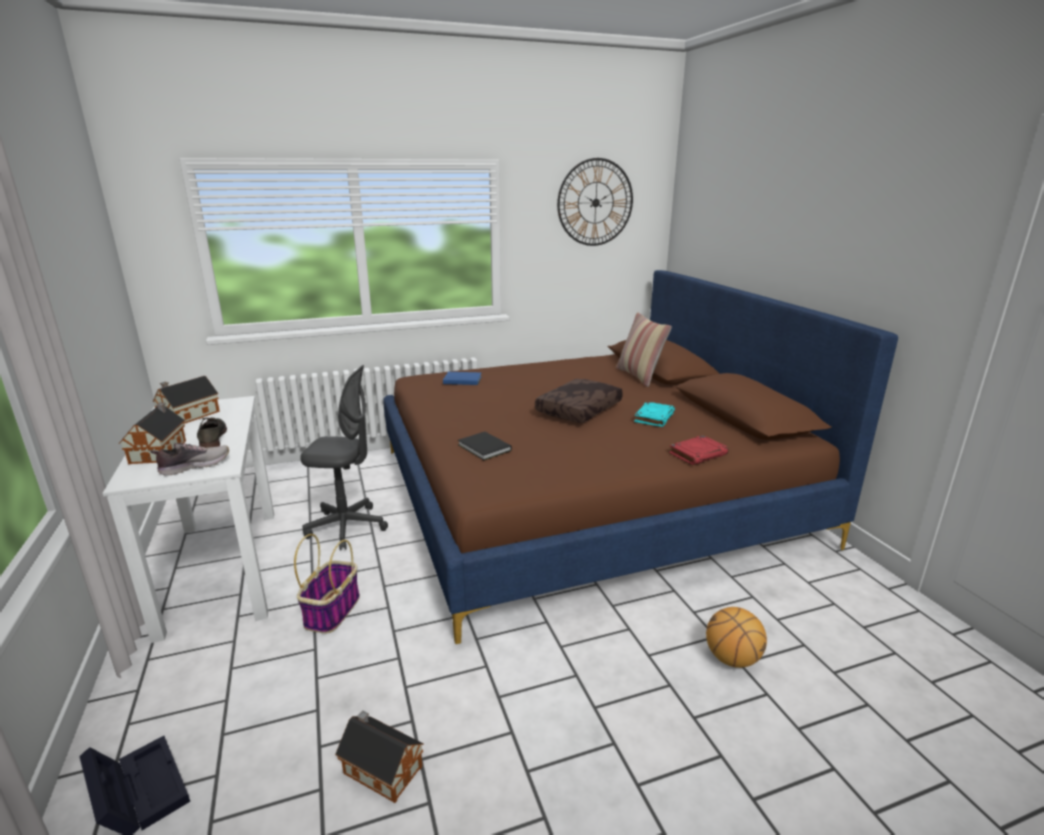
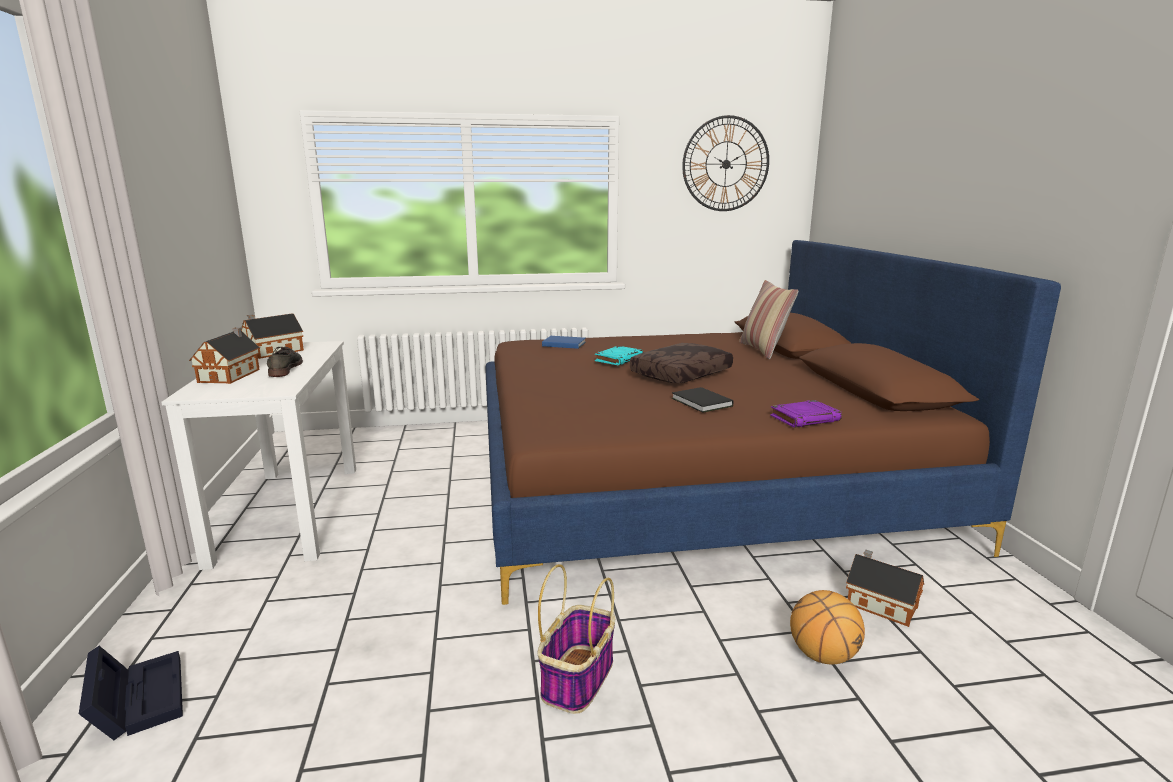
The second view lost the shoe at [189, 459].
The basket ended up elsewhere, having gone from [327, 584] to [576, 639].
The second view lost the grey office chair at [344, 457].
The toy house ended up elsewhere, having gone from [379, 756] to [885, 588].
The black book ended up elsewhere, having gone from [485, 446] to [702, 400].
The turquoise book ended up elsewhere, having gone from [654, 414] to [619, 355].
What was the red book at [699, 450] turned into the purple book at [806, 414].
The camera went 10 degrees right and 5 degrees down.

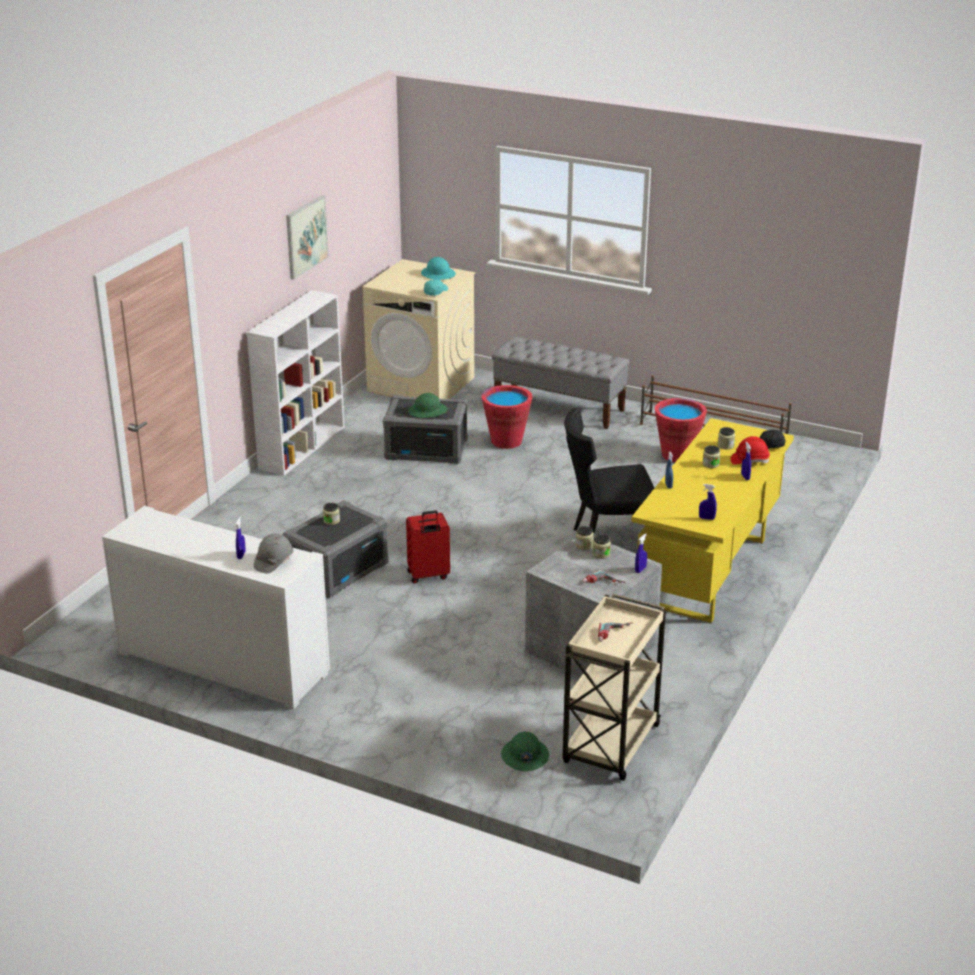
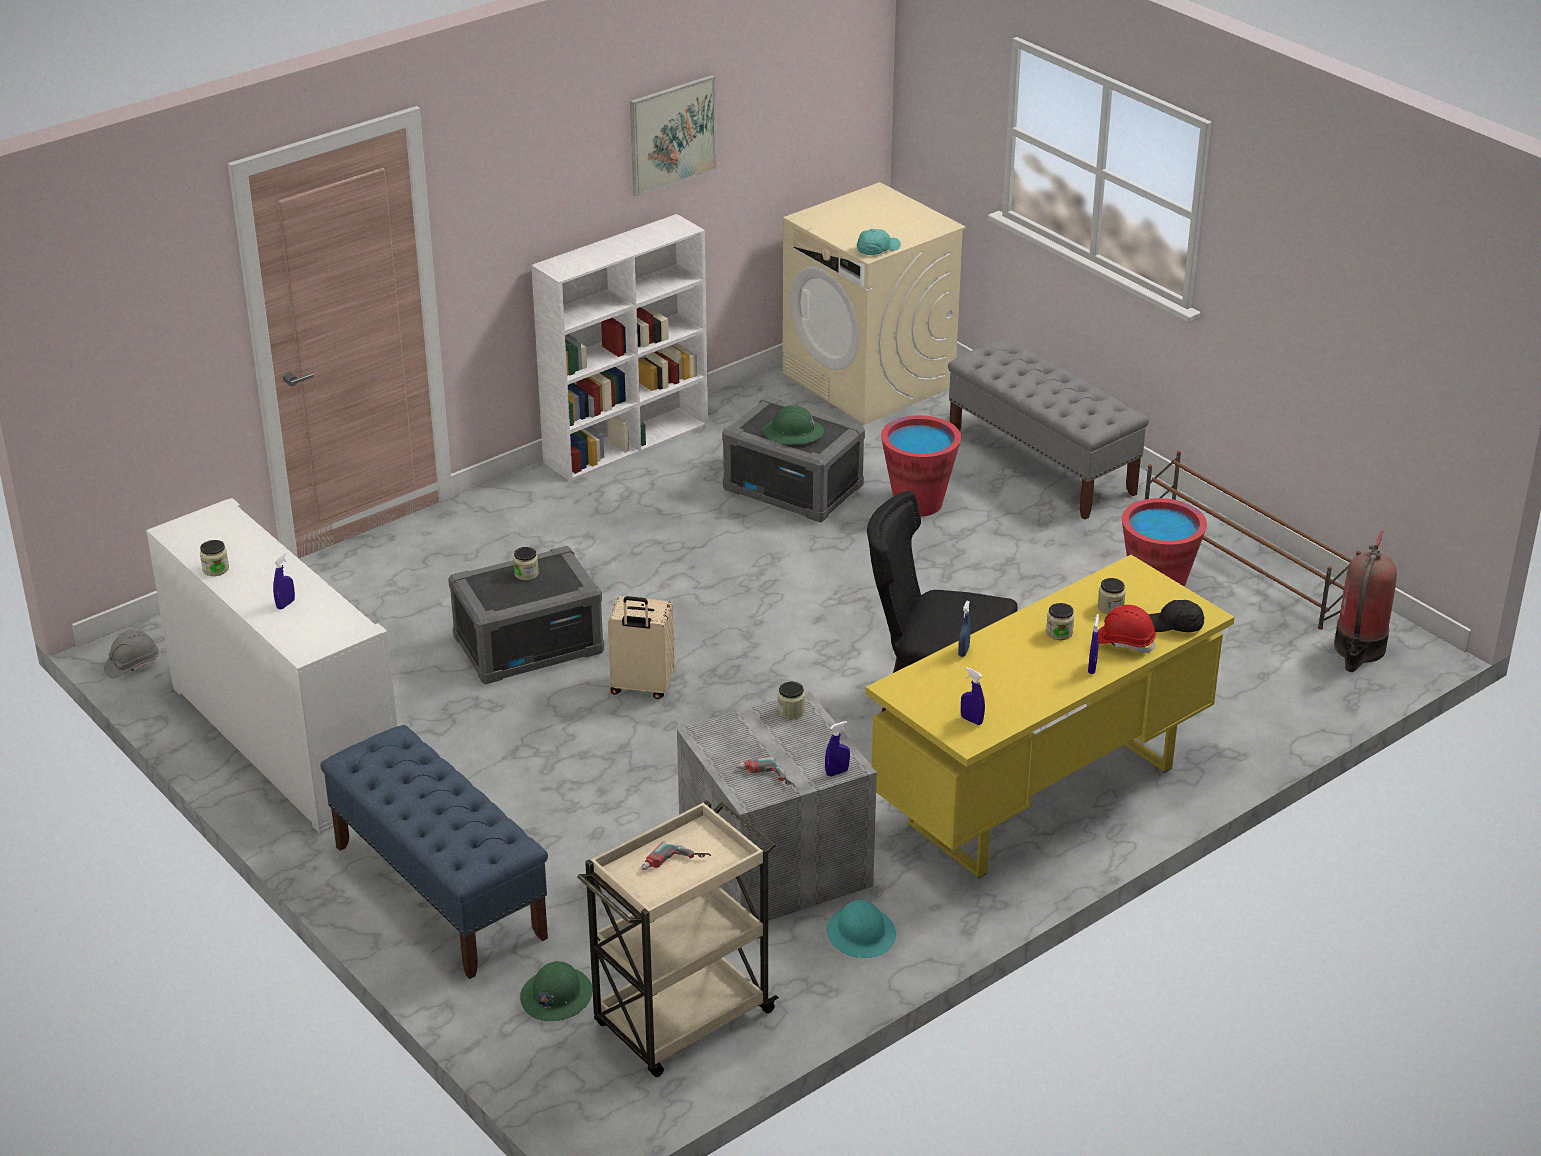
The grey hard hat ended up elsewhere, having gone from [273, 553] to [132, 654].
What was the red suitcase at [428, 547] turned into the beige suitcase at [641, 647].
The turquoise hard hat ended up elsewhere, having gone from [438, 268] to [861, 929].
The jar ended up elsewhere, having gone from [601, 546] to [214, 558].
The second view gained the blue bench at [434, 852].
The second view gained the fire extinguisher at [1365, 601].
The camera went 25 degrees right and 5 degrees up.

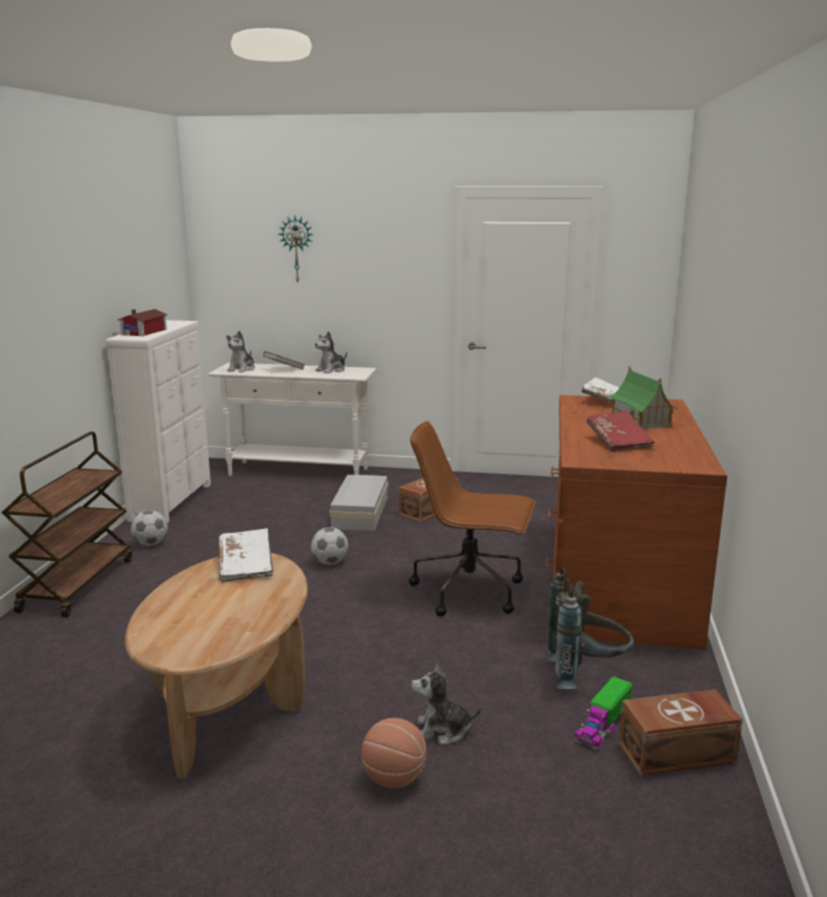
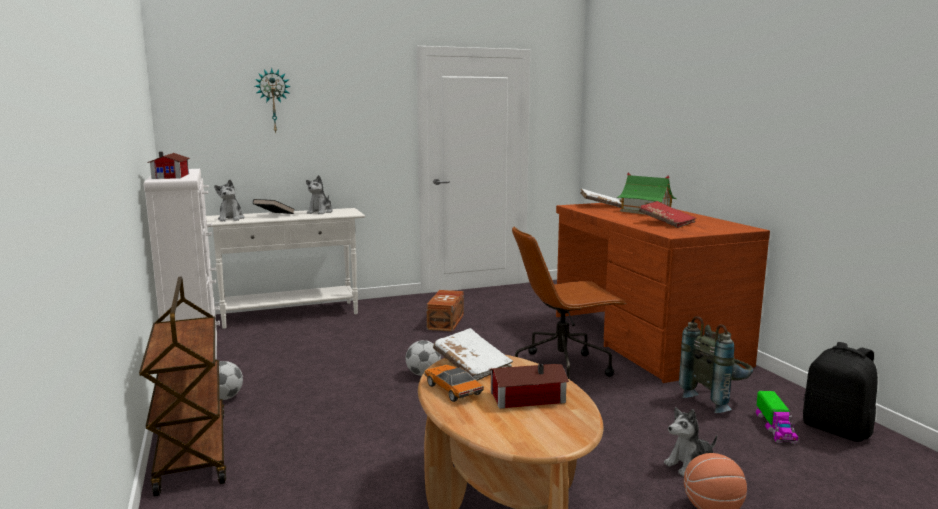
The second view lost the white storage box at [358, 503].
Where the brown storage box stood at [681, 732], the black backpack came to stand at [840, 392].
The second view gained the toy car at [454, 383].
The second view gained the toy house at [529, 386].
The camera went 30 degrees left and 5 degrees down.

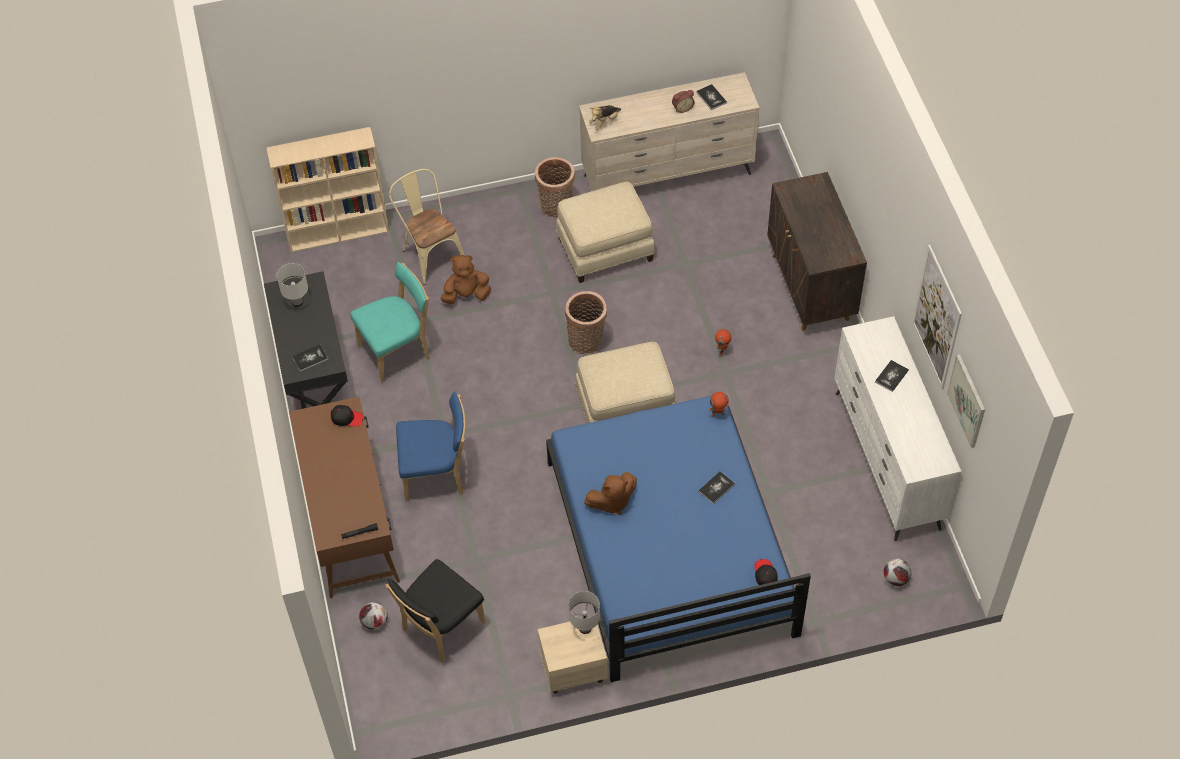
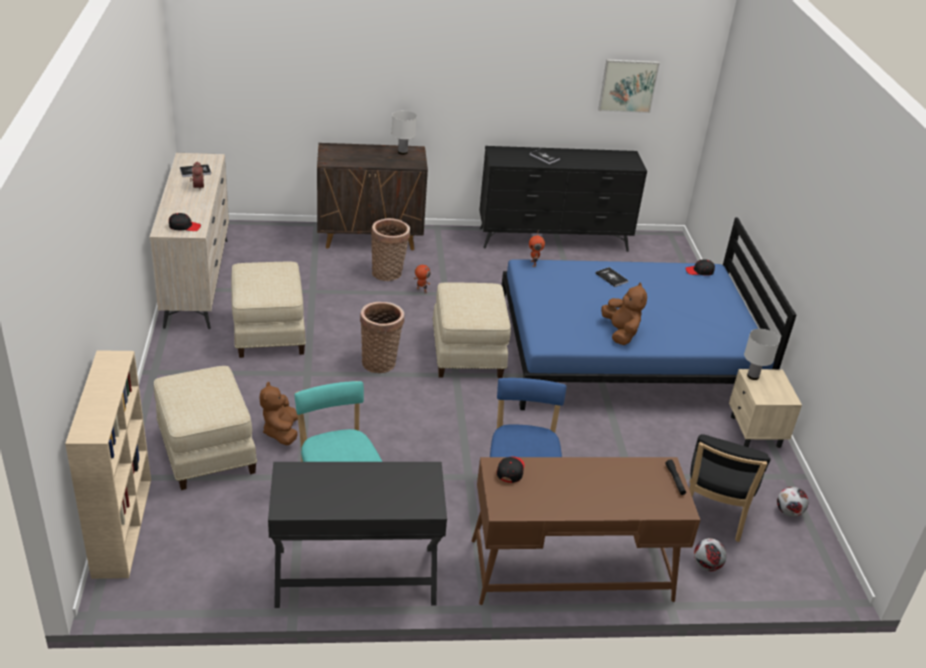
The white table lamp ended up elsewhere, having gone from [292, 285] to [404, 132].
The second view lost the book at [310, 358].
The black chair at [435, 610] ended up facing another way, 60 degrees clockwise from before.
Where the beige chair stood at [427, 227], the beige ottoman came to stand at [205, 428].
The basket ended up elsewhere, having gone from [555, 187] to [390, 249].
Where the plush toy stood at [605, 117], the black cap came to stand at [185, 222].
What was the white dresser at [897, 428] turned into the black dresser at [563, 199].
The football ended up elsewhere, having gone from [897, 572] to [792, 502].
The second view lost the picture at [937, 317].
The camera went 85 degrees left and 20 degrees down.

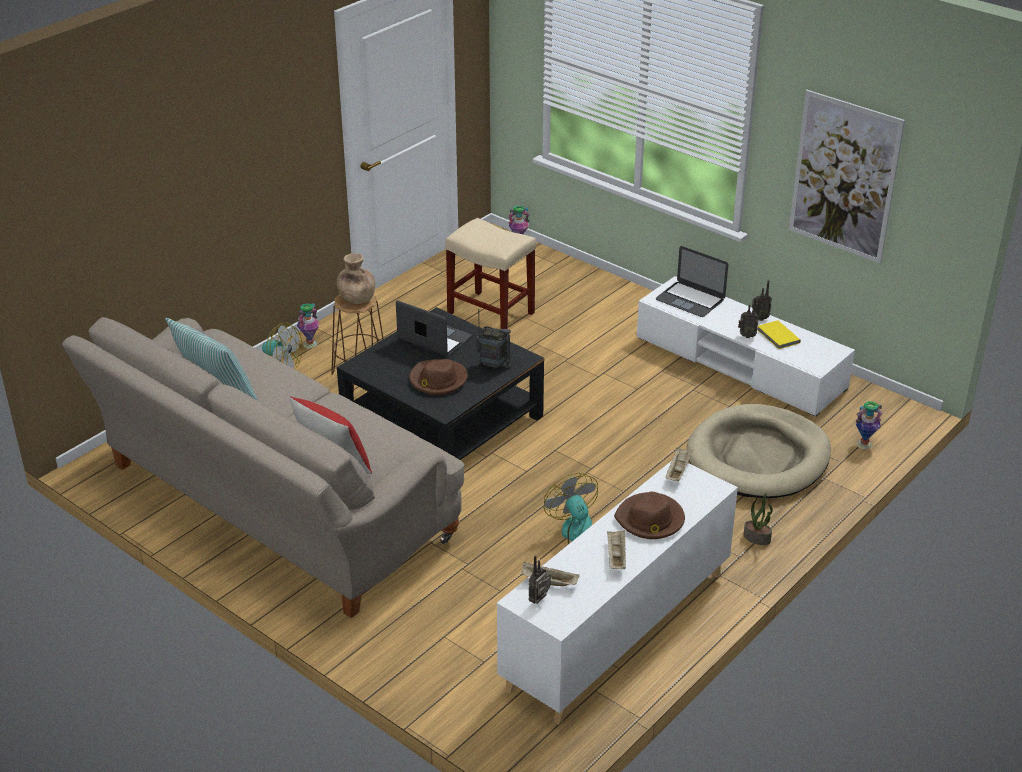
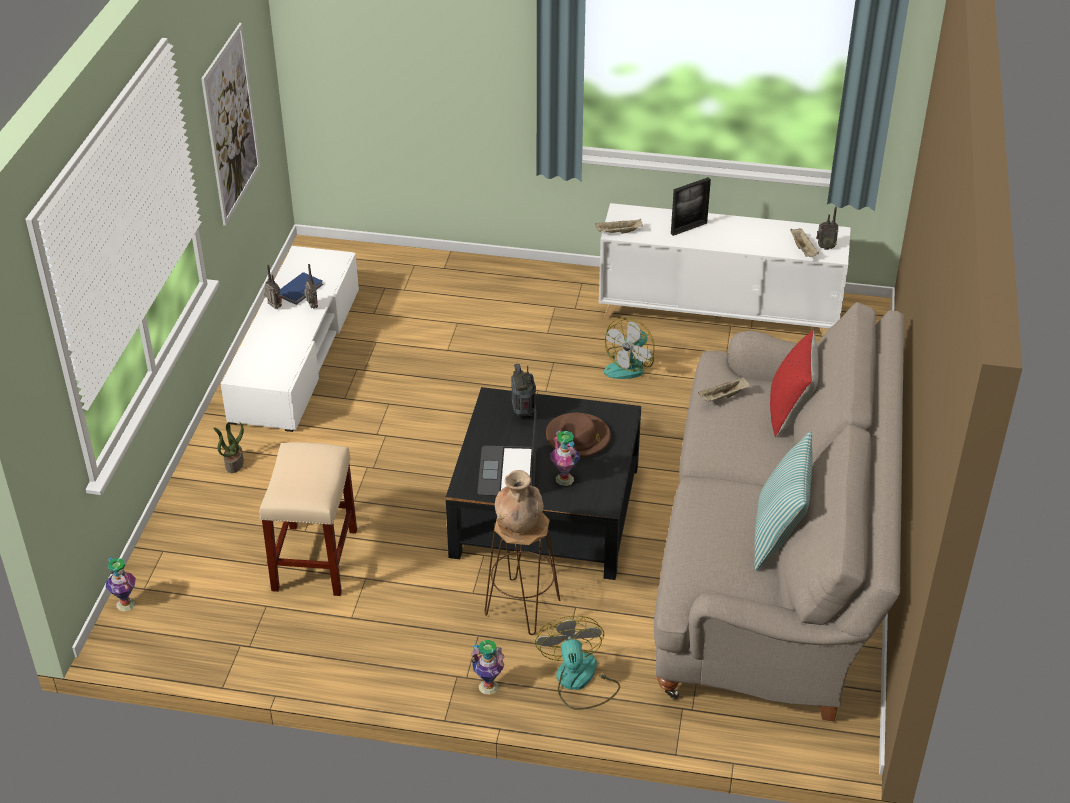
The beige tray ended up elsewhere, having gone from [616, 549] to [724, 389].
Where the brown hat stood at [649, 515], the picture frame came to stand at [691, 206].
The second view lost the laptop at [692, 281].
The second view lost the beige dog bed at [759, 451].
The potted plant ended up elsewhere, having gone from [758, 519] to [229, 447].
What was the yellow book at [779, 334] turned into the blue book at [301, 288].
The vase ended up elsewhere, having gone from [869, 425] to [565, 458].
The camera went 120 degrees left and 5 degrees up.

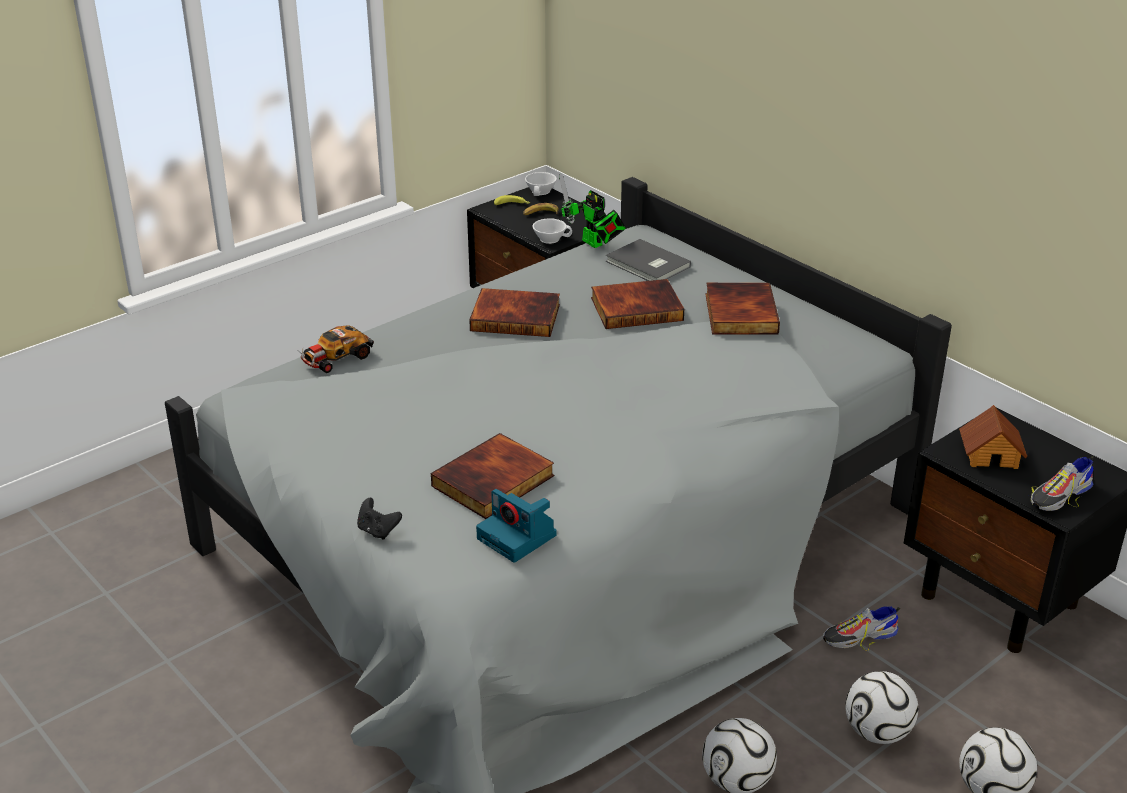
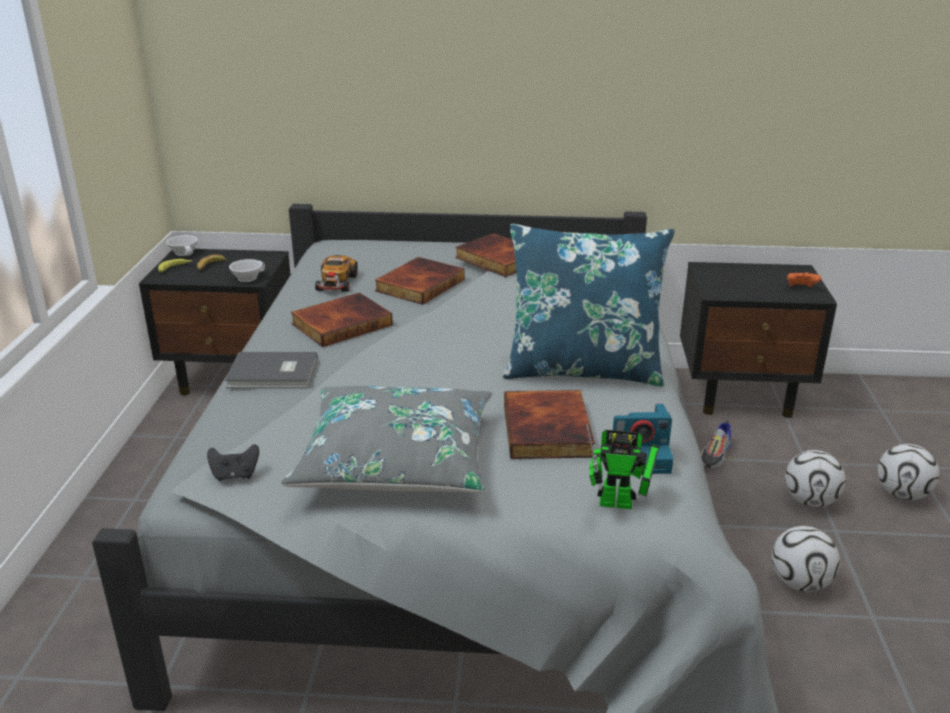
The toy car ended up elsewhere, having gone from [336, 349] to [336, 273].
The black game controller ended up elsewhere, having gone from [379, 519] to [233, 462].
The toy robot ended up elsewhere, having gone from [592, 210] to [623, 466].
The grey book ended up elsewhere, having gone from [648, 260] to [271, 370].
The second view lost the toy house at [993, 437].
Where the shoe stood at [1061, 483], the orange game controller came to stand at [804, 279].
The second view gained the grey pillow at [386, 439].
The second view gained the blue pillow at [589, 305].
The camera went 45 degrees left and 5 degrees down.

